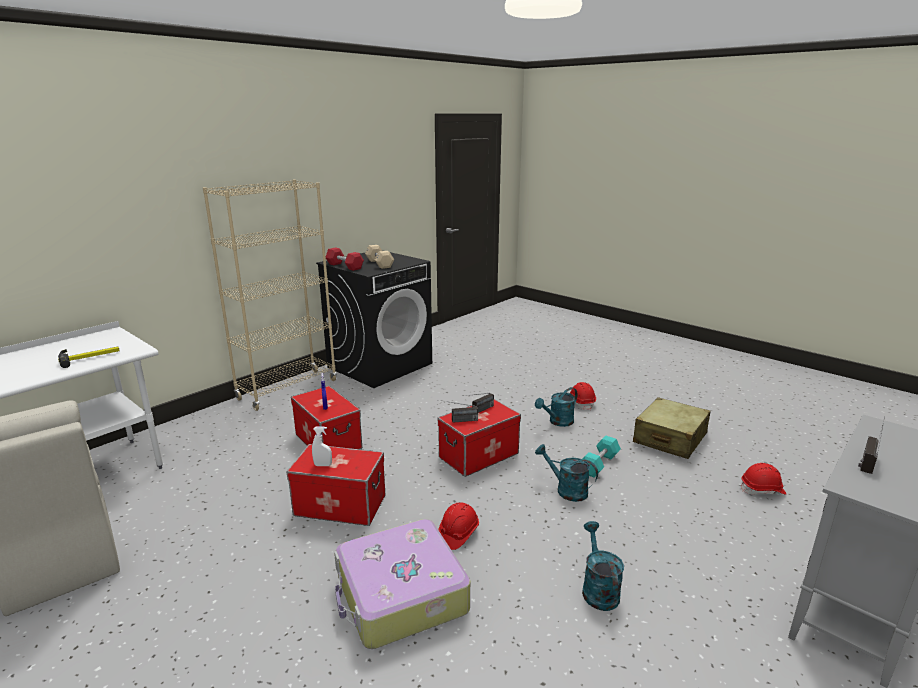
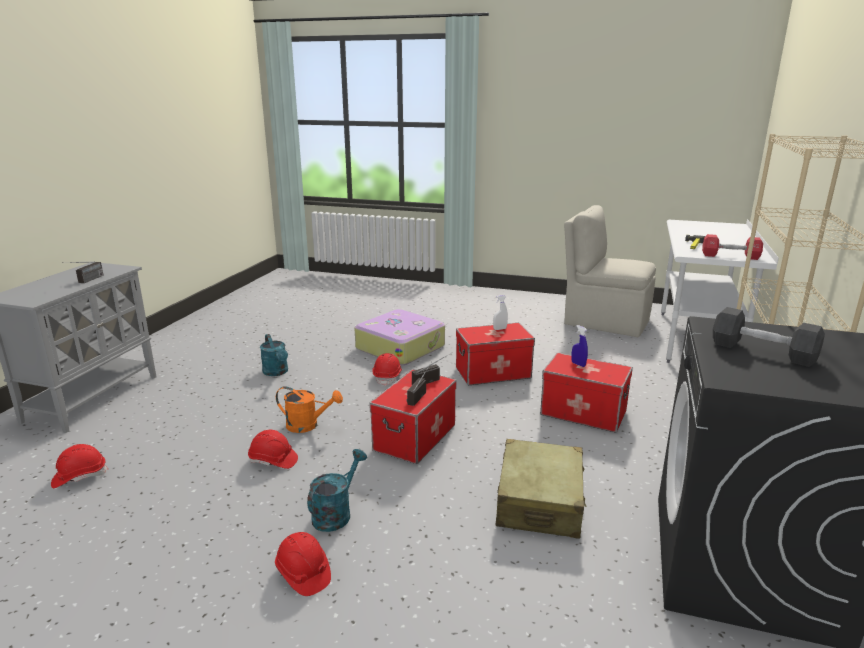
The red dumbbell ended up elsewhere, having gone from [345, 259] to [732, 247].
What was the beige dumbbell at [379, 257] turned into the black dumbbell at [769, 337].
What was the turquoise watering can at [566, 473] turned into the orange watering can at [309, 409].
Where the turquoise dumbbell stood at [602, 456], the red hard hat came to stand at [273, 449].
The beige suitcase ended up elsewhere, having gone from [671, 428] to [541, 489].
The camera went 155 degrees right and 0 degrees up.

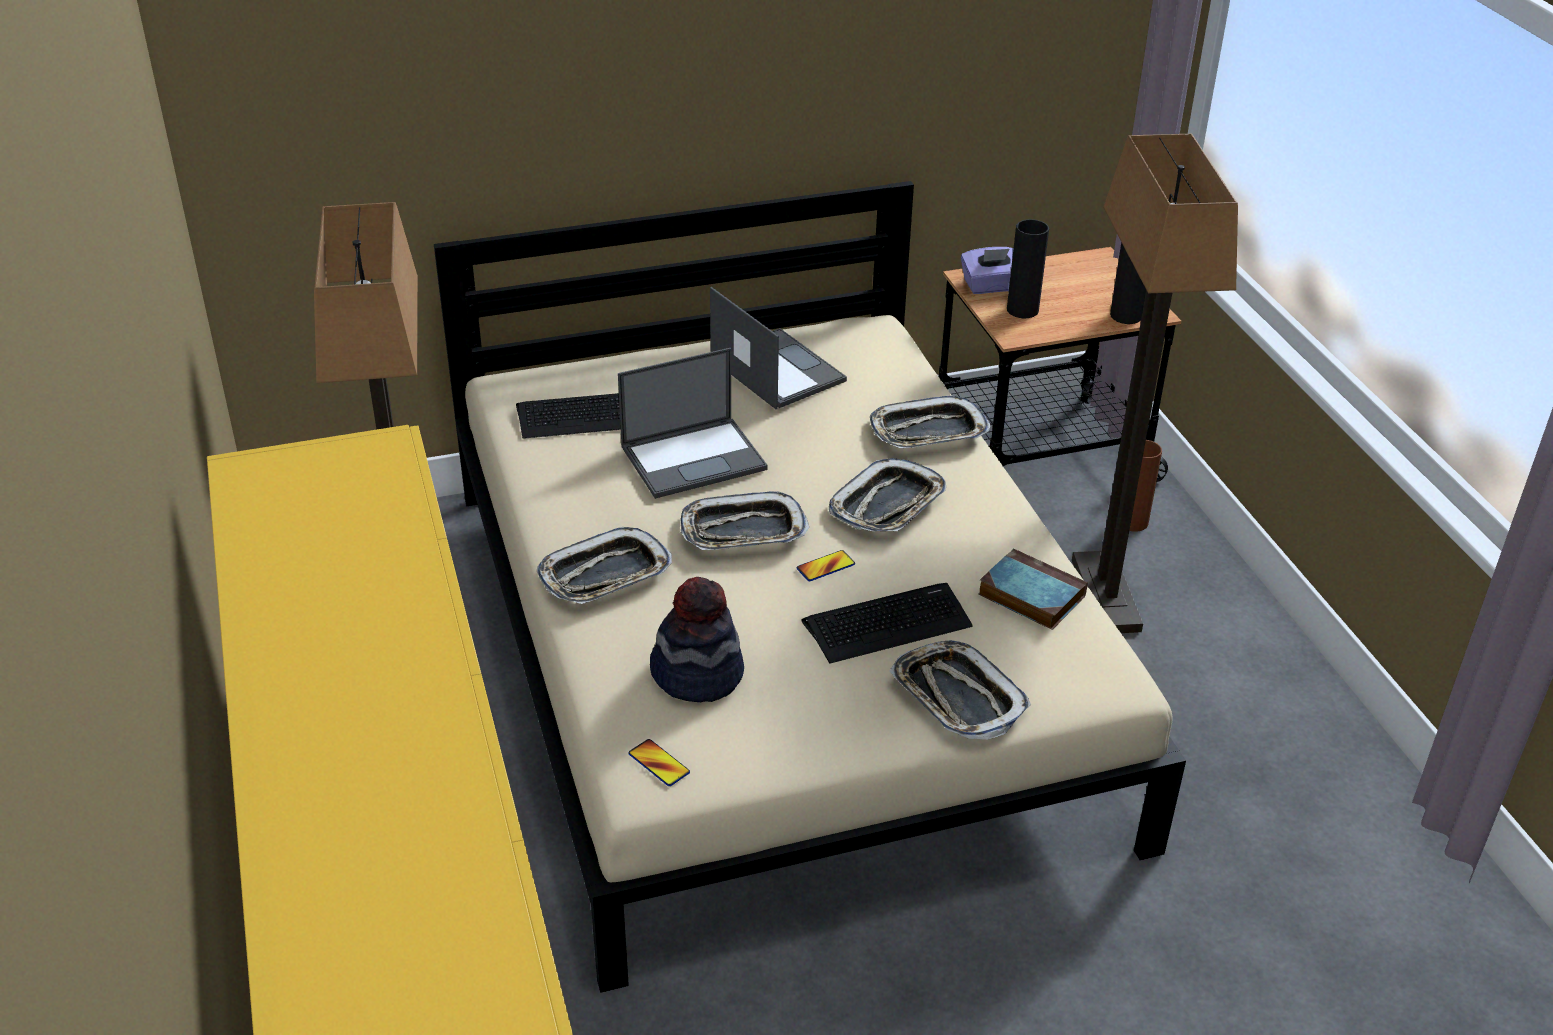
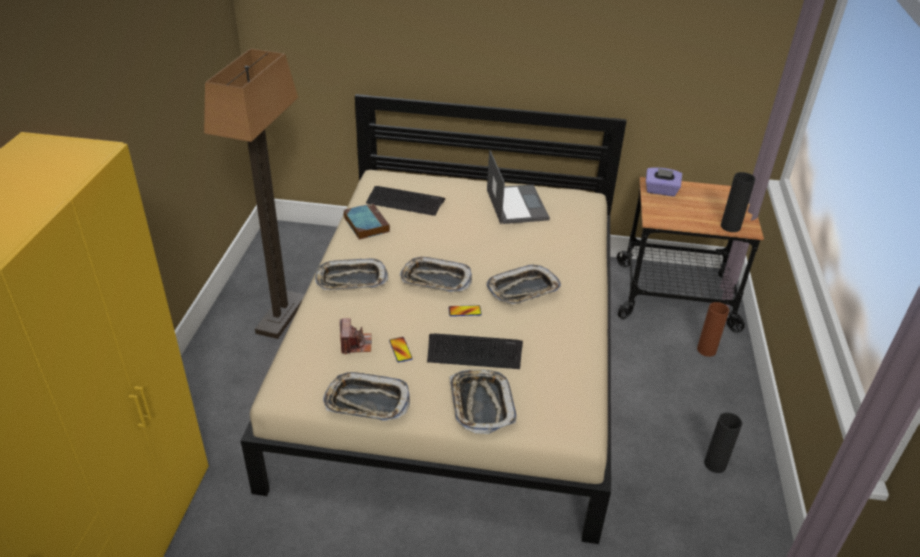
The second view lost the laptop at [693, 423].
The phone ended up elsewhere, having gone from [659, 762] to [401, 349].
Where the hat stood at [697, 639], the photo camera came to stand at [356, 336].
The tray ended up elsewhere, having gone from [930, 421] to [366, 396].
The book ended up elsewhere, having gone from [1033, 589] to [366, 221].
The black vase ended up elsewhere, having gone from [1028, 268] to [723, 442].
The second view lost the floor lamp at [1155, 383].
The camera went 25 degrees right and 0 degrees up.

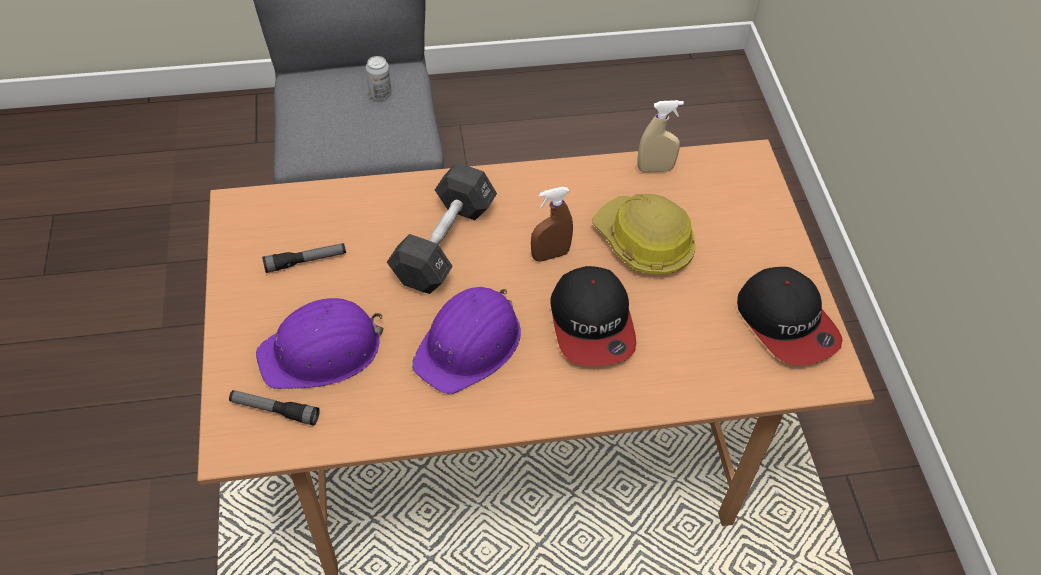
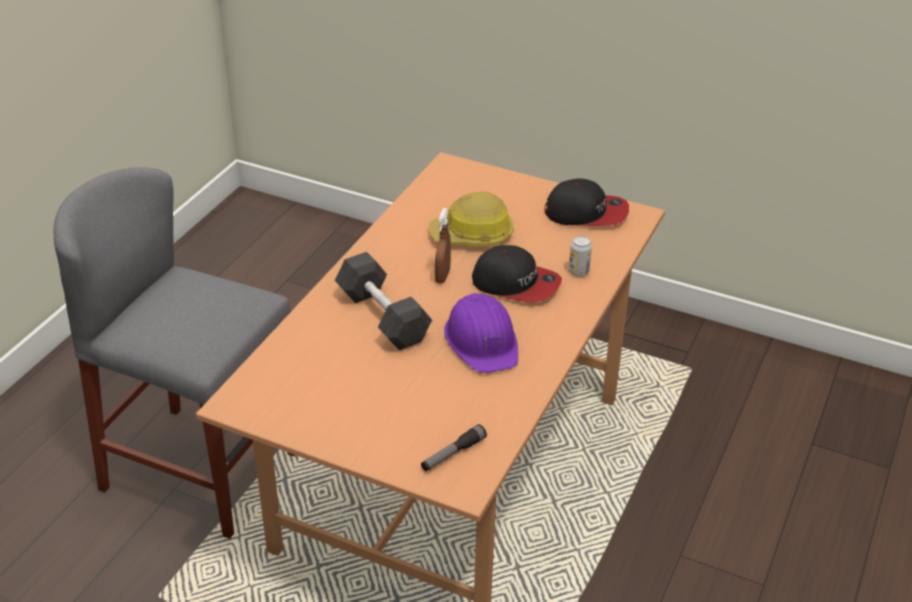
The second view lost the purple hard hat at [319, 343].
The second view lost the flashlight at [304, 258].
The can ended up elsewhere, having gone from [378, 78] to [580, 256].
The second view lost the beige spray bottle at [660, 136].
The camera went 55 degrees left and 15 degrees down.

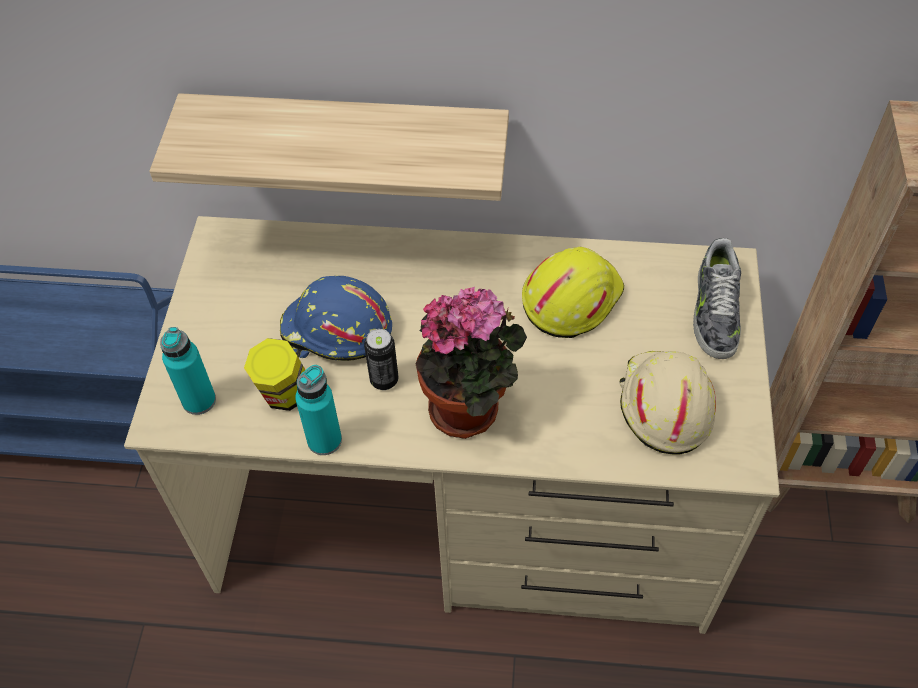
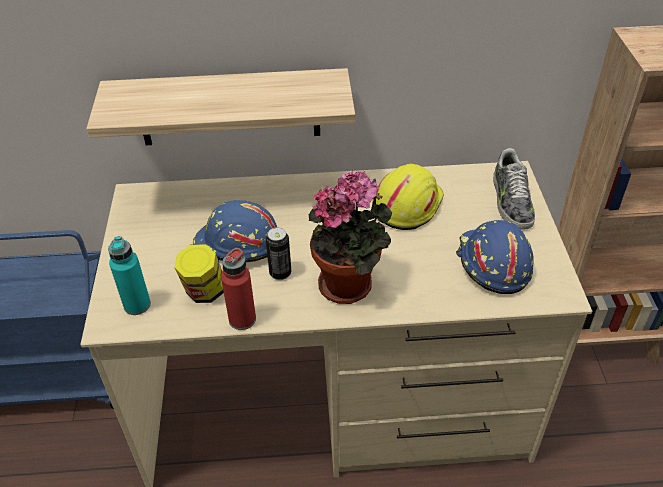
What was the turquoise bottle at [318, 410] turned into the red bottle at [238, 289].
What was the beige hard hat at [667, 403] turned into the blue hard hat at [495, 257].
The camera went 10 degrees left and 10 degrees down.

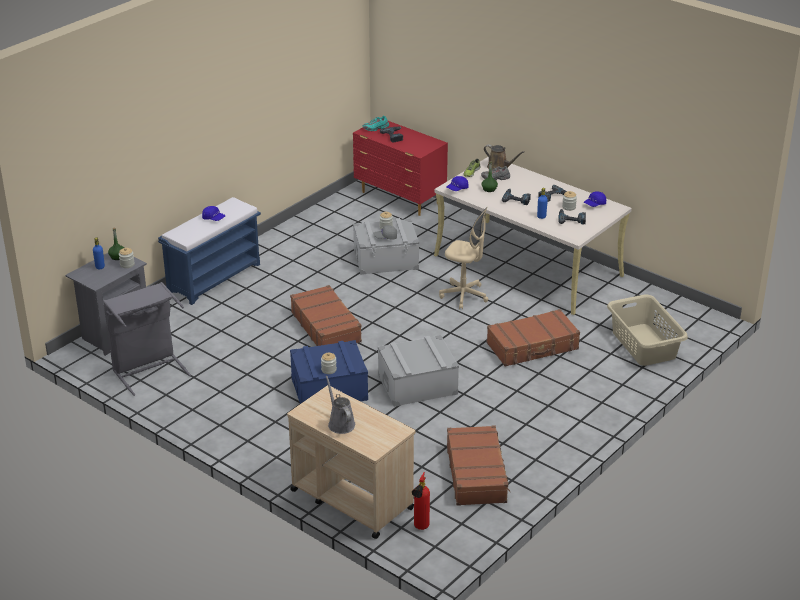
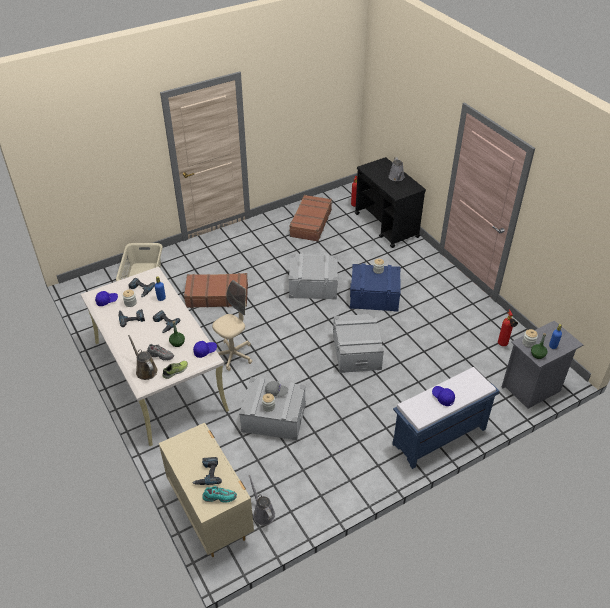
Where the grey laundry basket stood at [147, 339], the fire extinguisher came to stand at [508, 327].
What was the beige cart at [351, 462] turned into the black cart at [390, 202].
Where the brown suitcase stood at [326, 315], the grey storage box came to stand at [358, 343].
What was the red dresser at [400, 168] turned into the beige dresser at [206, 490].
The beige office chair at [463, 258] ended up facing another way, 90 degrees clockwise from before.
The second view gained the grey watering can at [262, 500].
The camera went 160 degrees left and 10 degrees up.

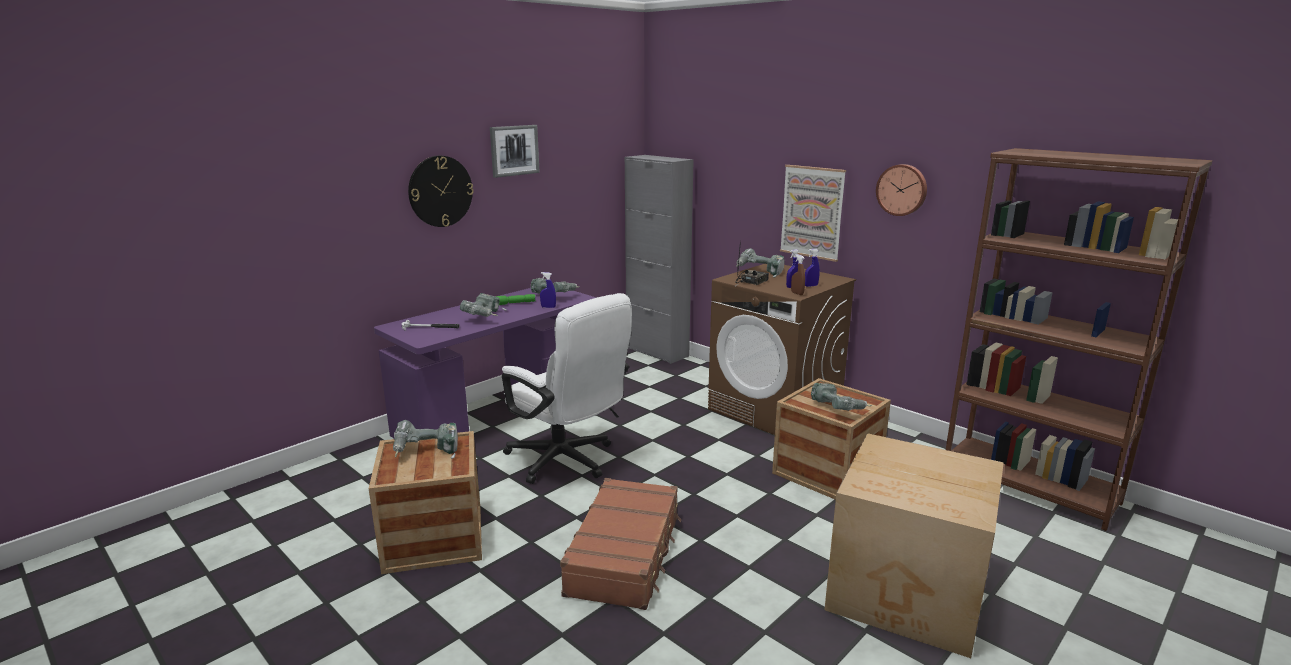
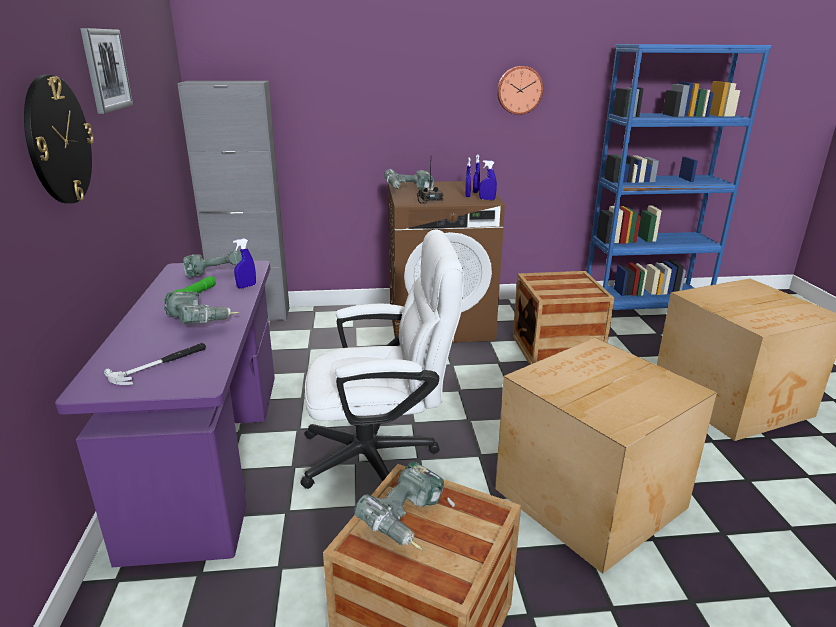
Where the brown suitcase stood at [620, 544], the cardboard box came to stand at [606, 456].
The second view lost the picture at [813, 213].
What was the brown spray bottle at [798, 274] turned into the blue spray bottle at [488, 180].
The second view lost the power drill at [841, 397].
What was the brown bookcase at [1079, 339] turned into the blue bookcase at [679, 177].
The camera went 50 degrees left and 5 degrees up.

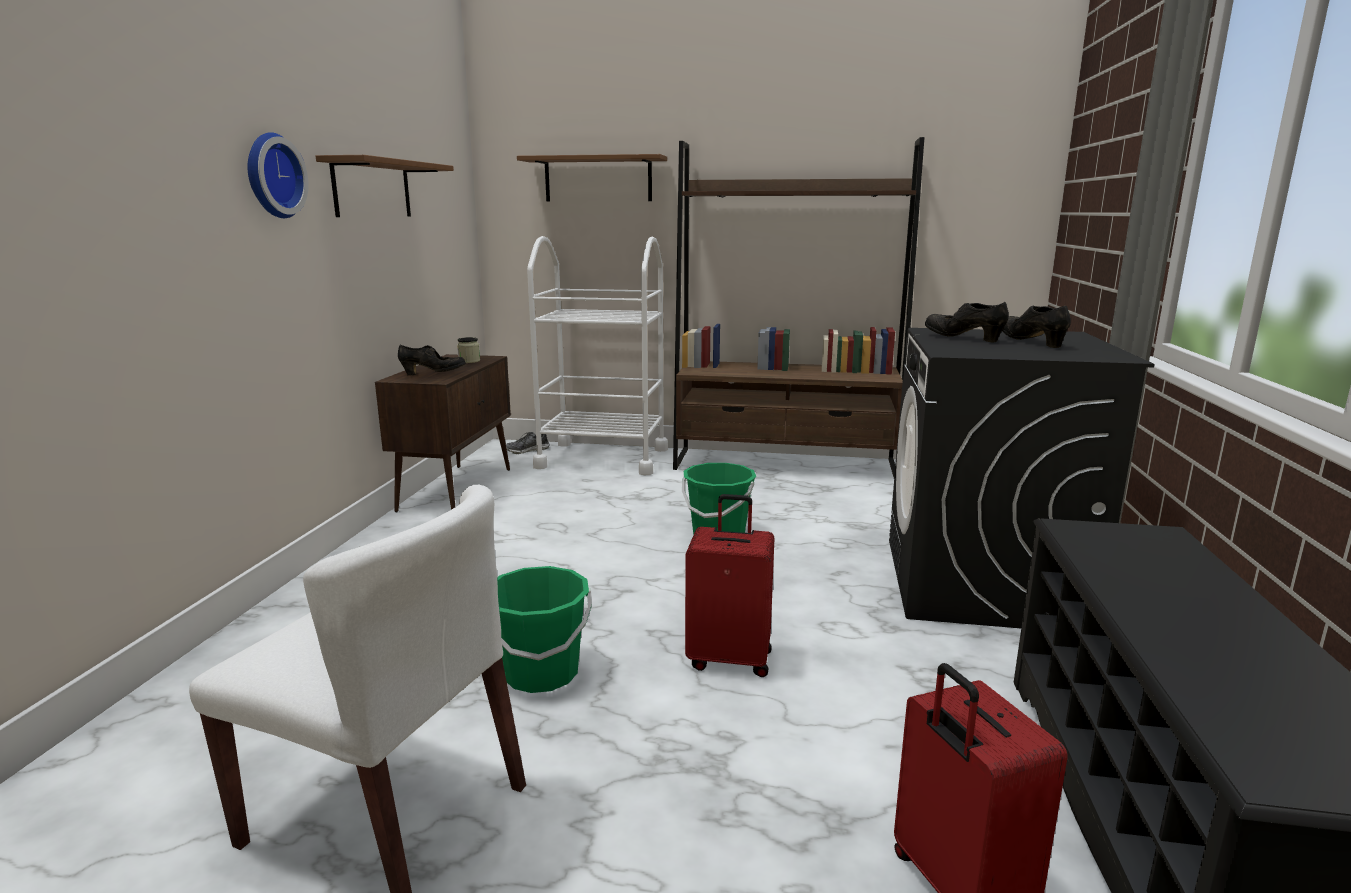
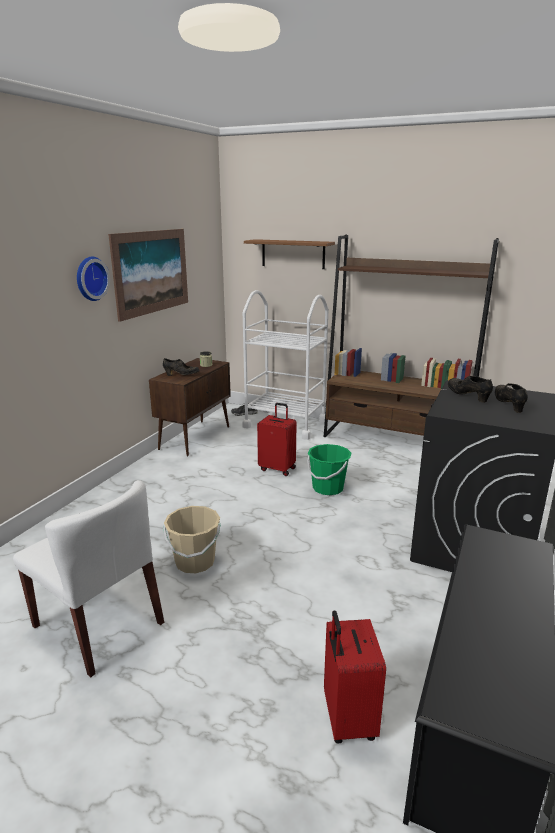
Where the brown shelf hung at [385, 186], the picture came to hang at [148, 275].
What was the green bucket at [544, 629] turned into the beige bucket at [191, 539].
The red suitcase ended up elsewhere, having gone from [730, 585] to [277, 439].
The camera went 15 degrees right and 5 degrees up.

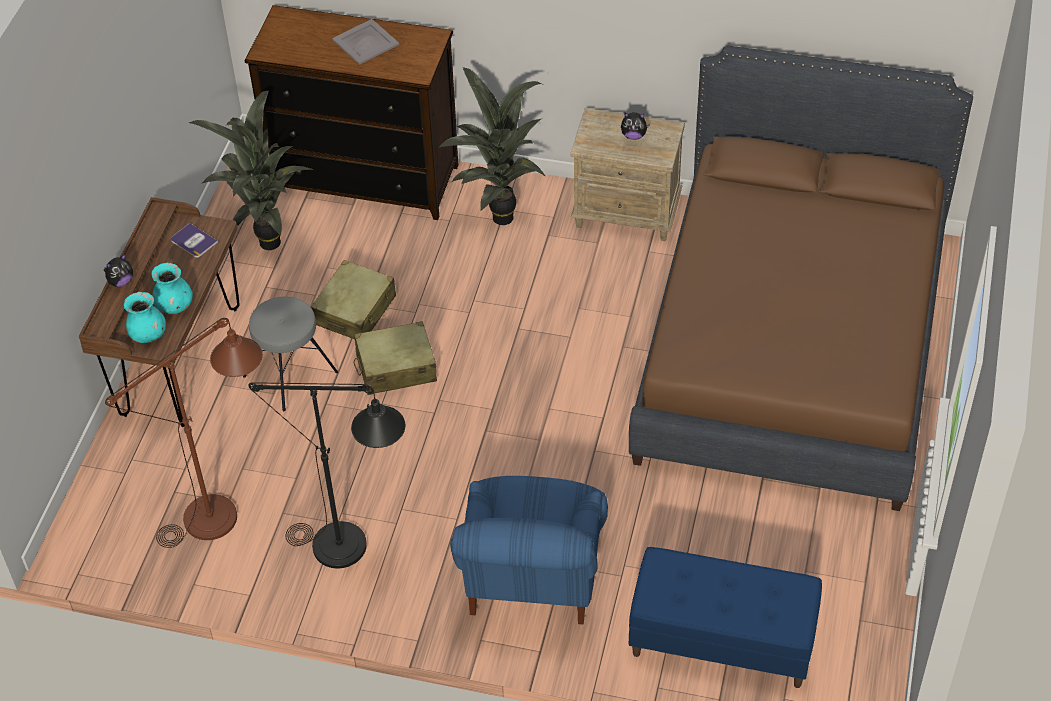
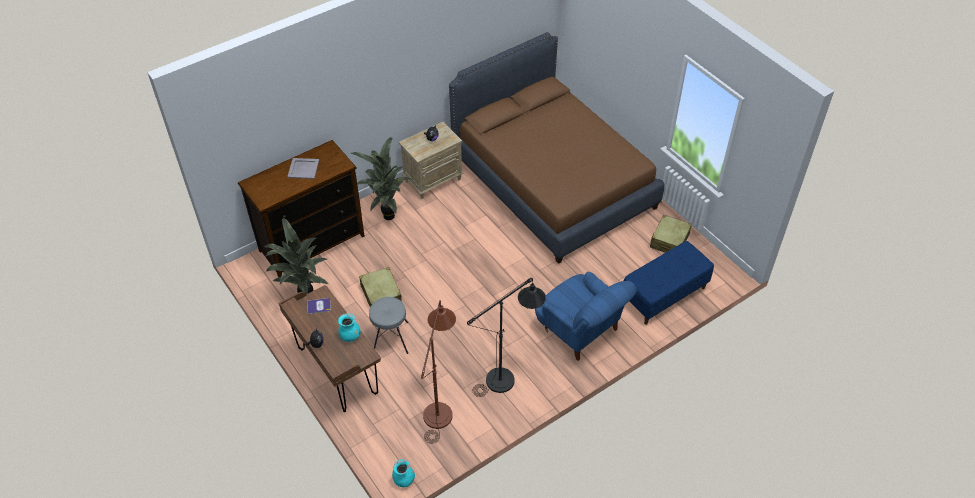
The turquoise vase ended up elsewhere, having gone from [145, 317] to [403, 473].
The beige suitcase ended up elsewhere, having gone from [395, 358] to [671, 234].
The camera went 50 degrees left and 0 degrees up.

